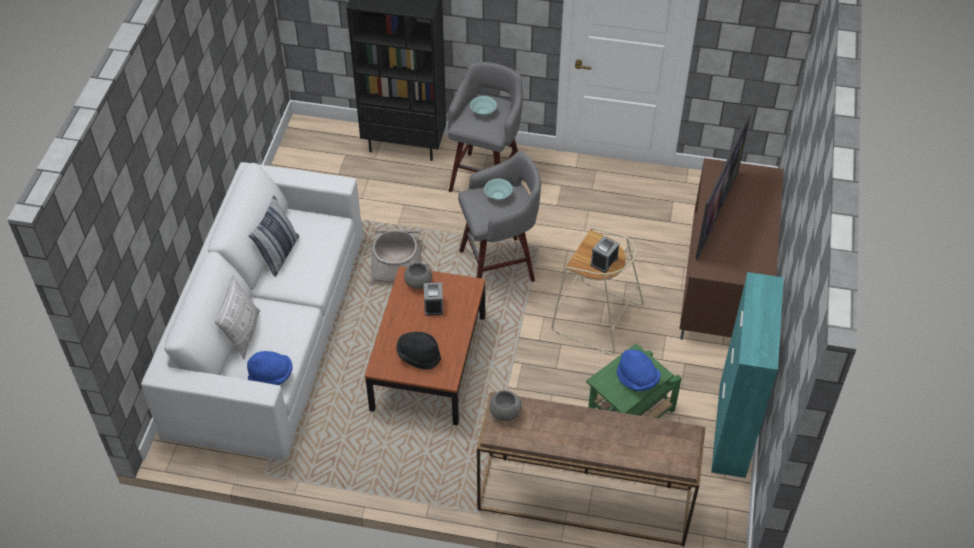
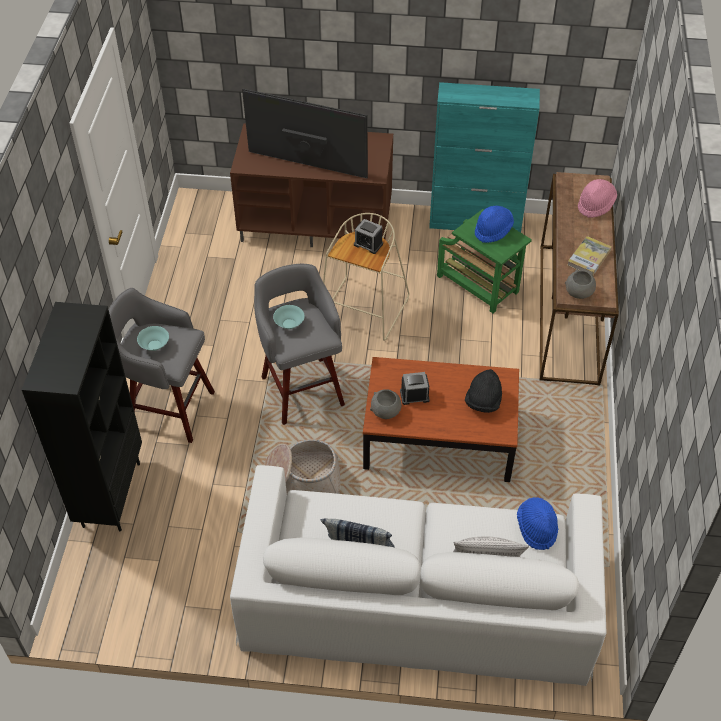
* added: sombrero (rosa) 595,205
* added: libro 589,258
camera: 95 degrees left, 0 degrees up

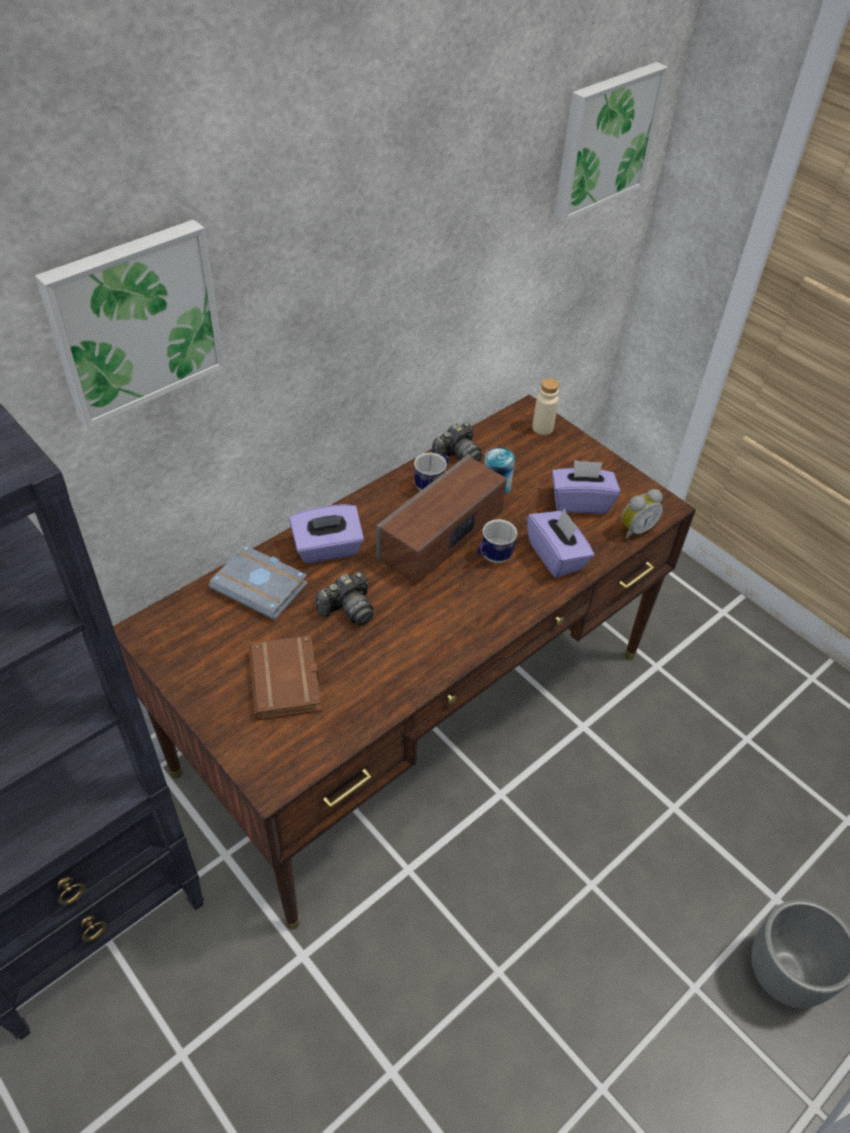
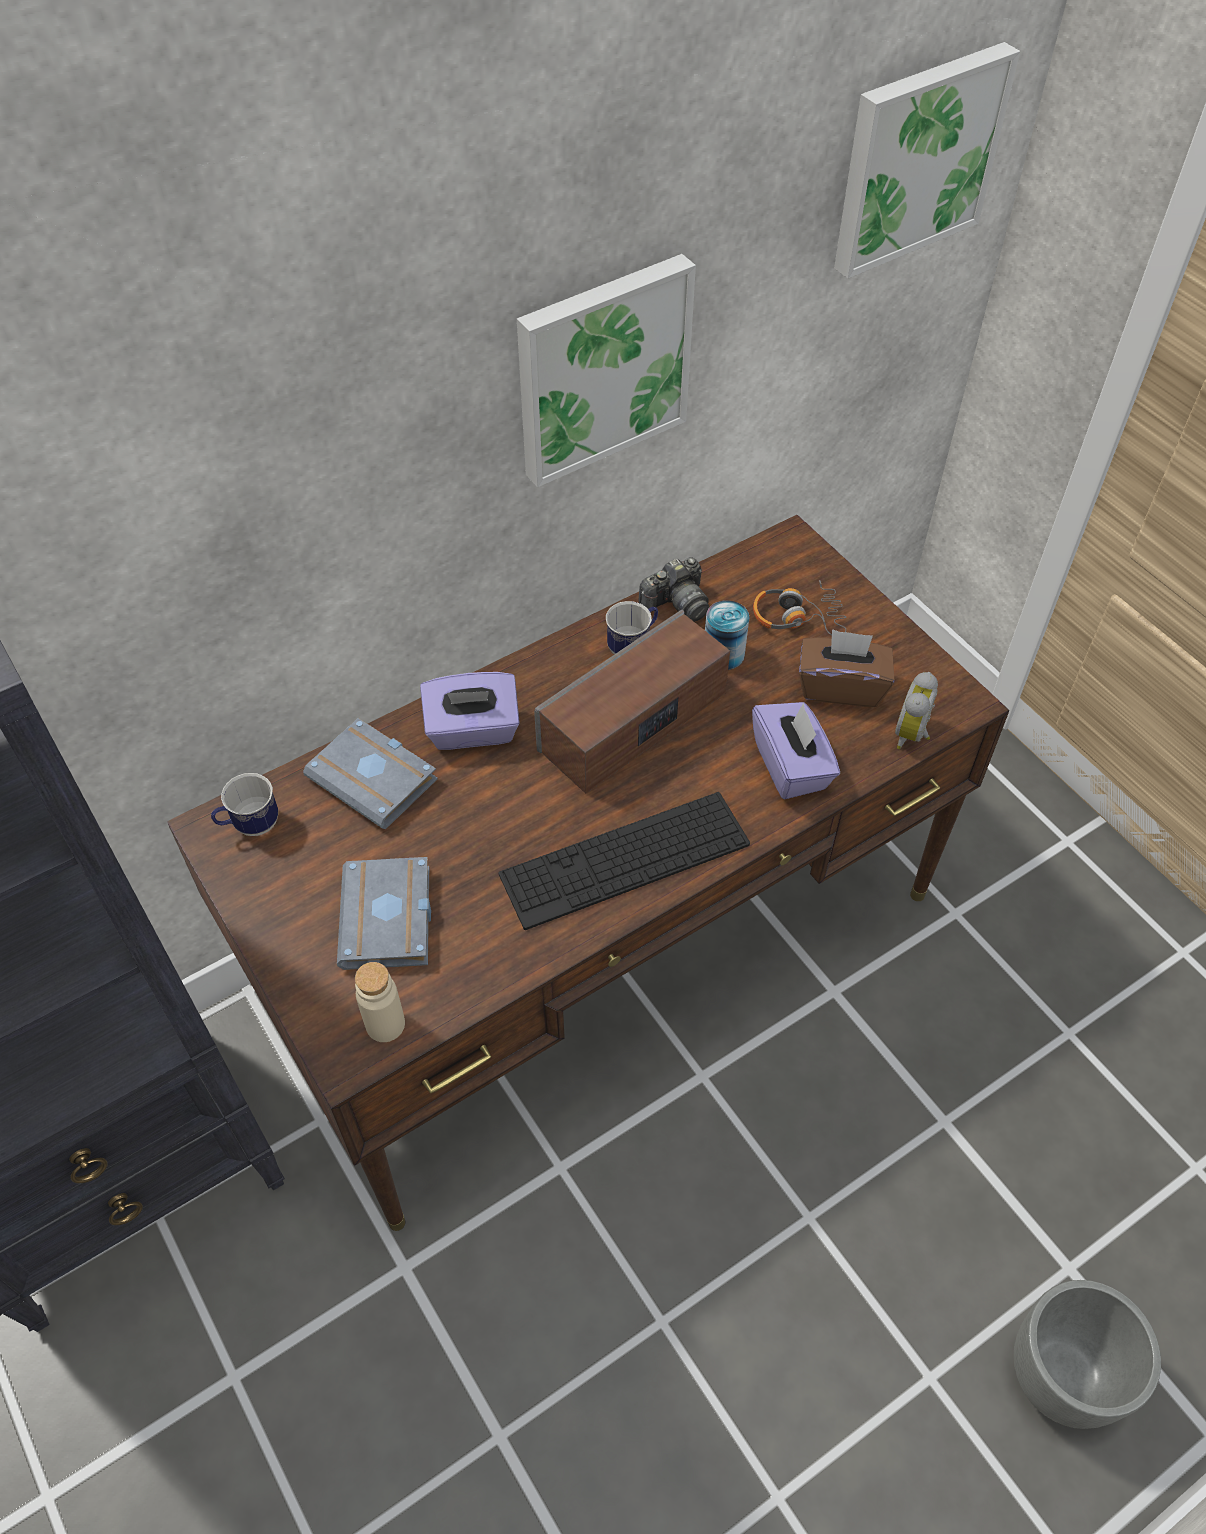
* moved: cuadro 134,321 to 601,367
* moved: botella (beis) 542,428 to 385,1024
* recoloured: caja de pañuelos (morado) 580,502 to caja de pañuelos (marrón) 841,687
* turned: despertador 635,529 = 913,734 135 degrees clockwise
* moved: taza grande 492,558 to 250,826
* removed: cámara 348,609
* recoloured: libro (marrón) 288,683 to libro (gris) 390,920
* added: auriculares 797,617
* added: teclado 625,859
camera: 10 degrees right, 5 degrees up

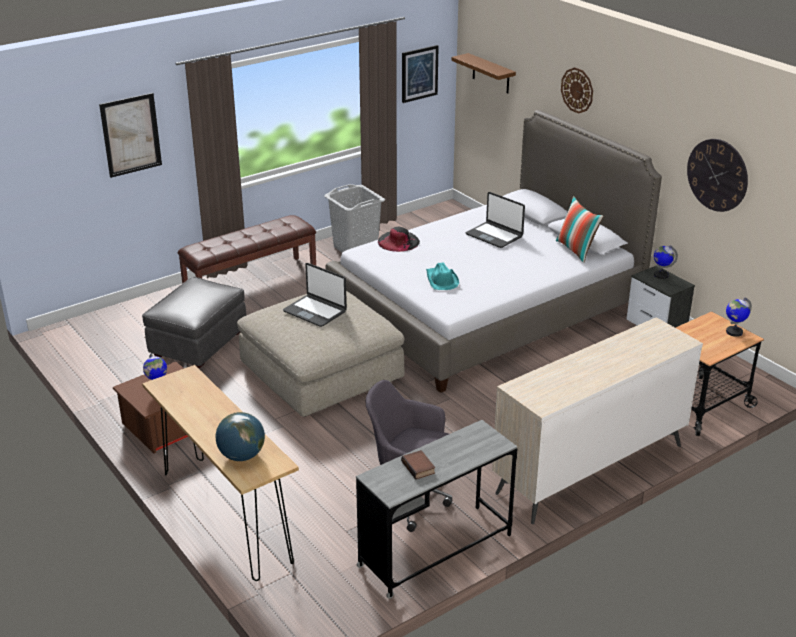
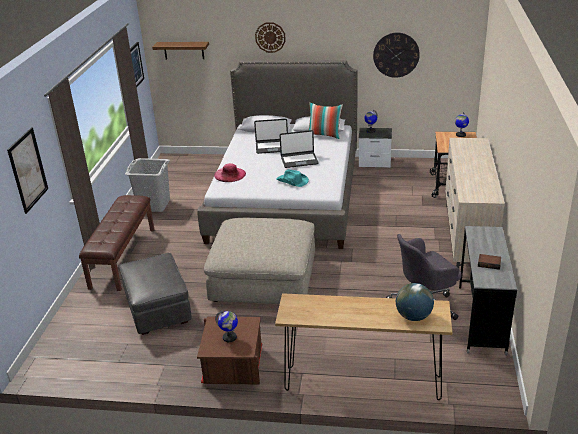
* recoloured: sombrero (negro) 398,241 to sombrero (rosa) 230,174
* moved: portátil 315,311 to 299,160
camera: 45 degrees left, 0 degrees up

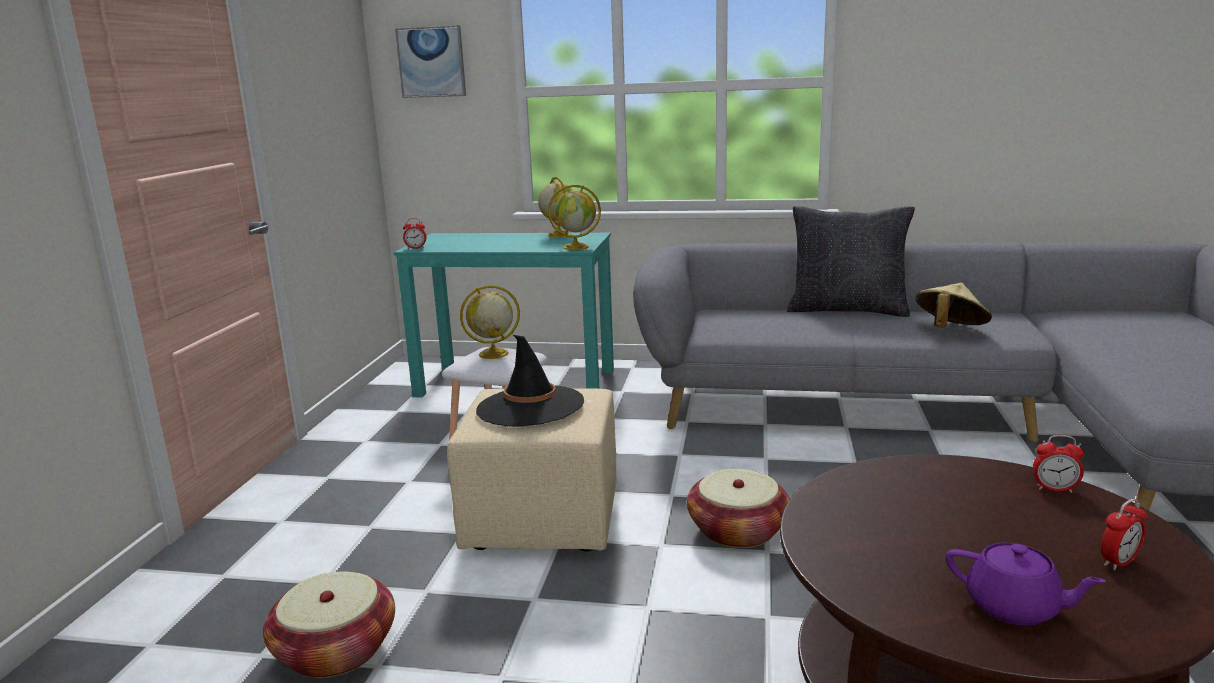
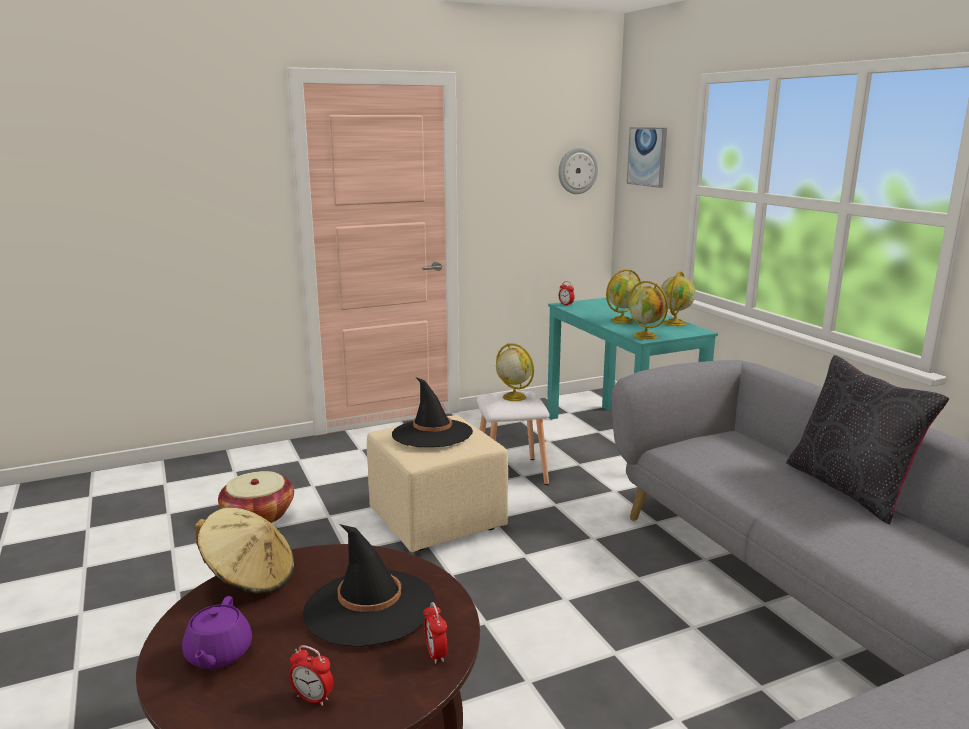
* moved: sombrero (beis) 949,330 to 249,577
* removed: cesta 737,531
* added: reloj de pared 577,170
* added: globo terráqueo 622,320
* added: sombrero (negro) 369,607
camera: 55 degrees right, 0 degrees up

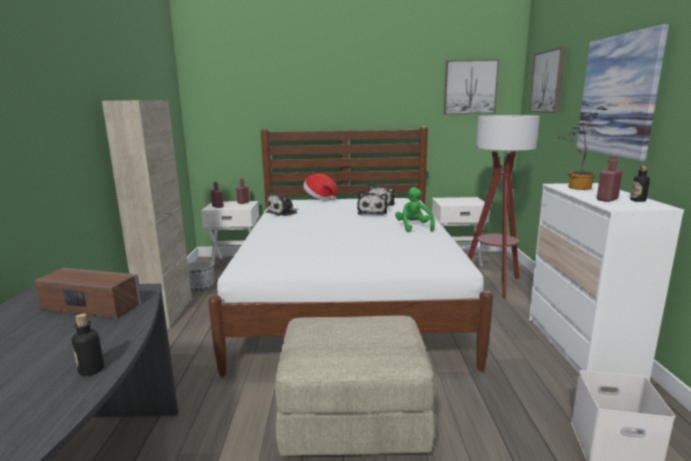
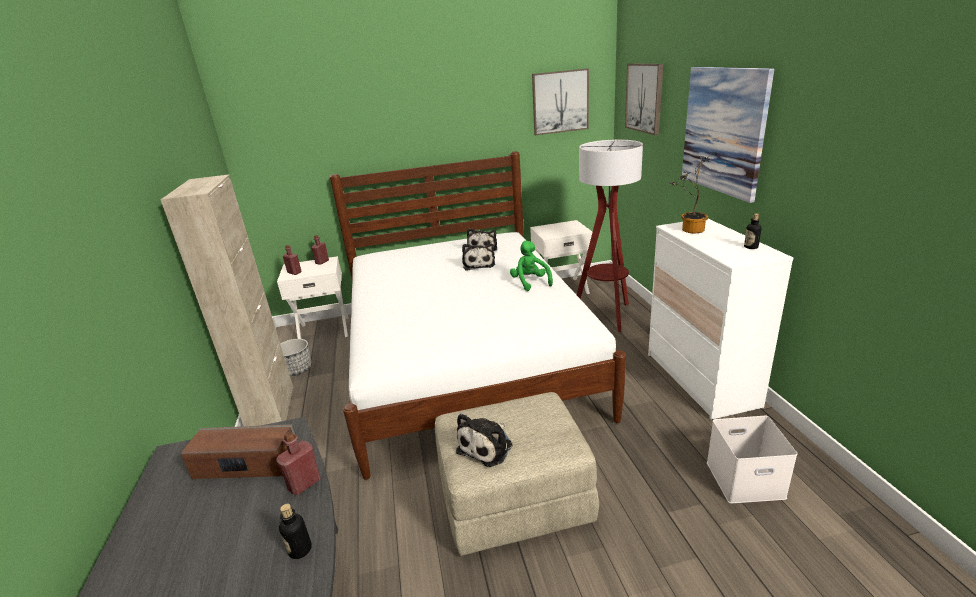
* moved: botella (rojo) 607,199 to 304,484
* removed: sombrero 320,198
* moved: peluche 283,213 to 487,446
camera: 10 degrees left, 10 degrees up

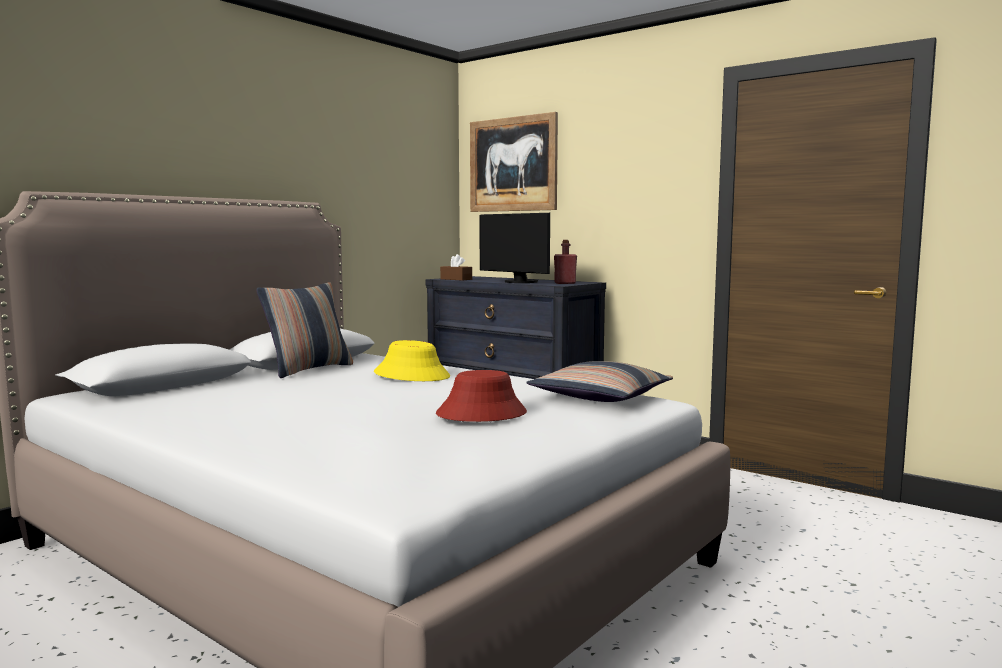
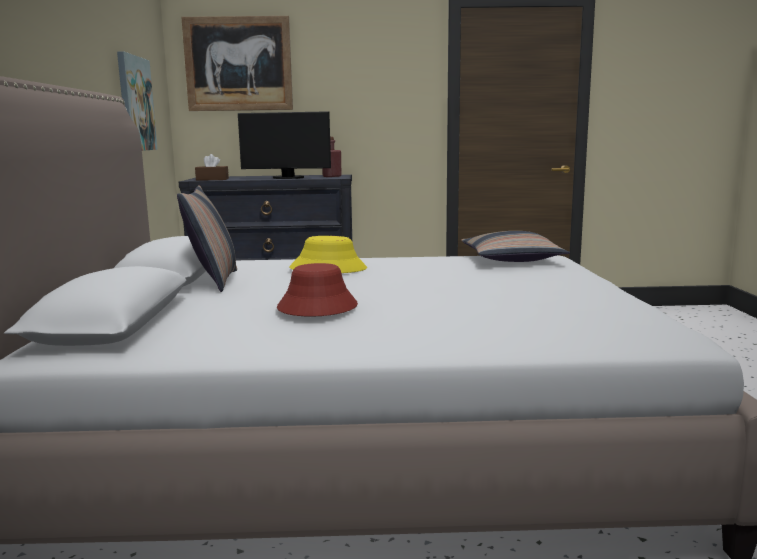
* moved: sombrero (rojo) 481,414 to 317,307
* added: cuadro 135,104
camera: 40 degrees left, 5 degrees up

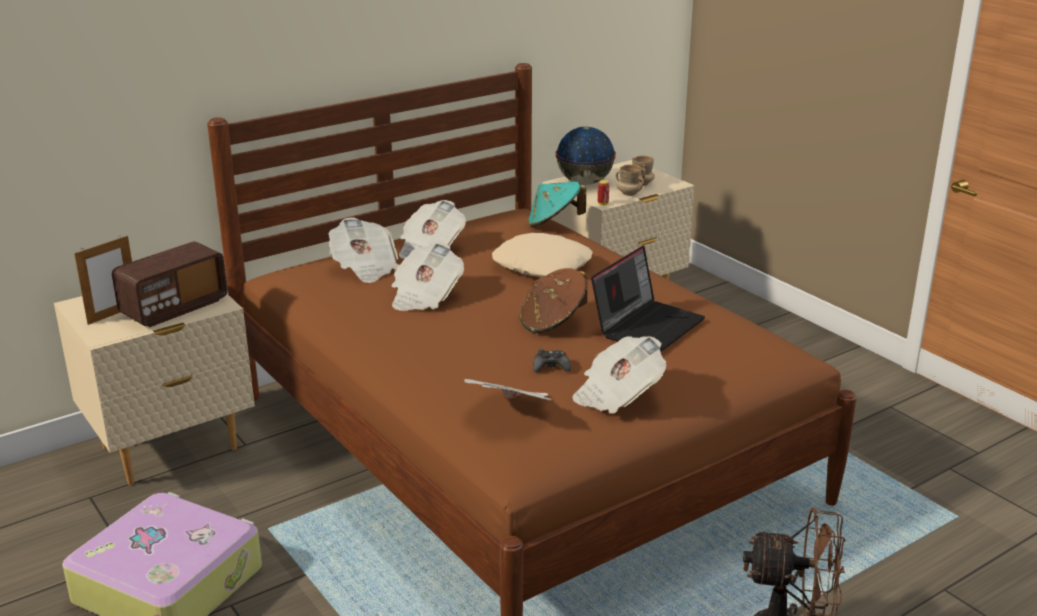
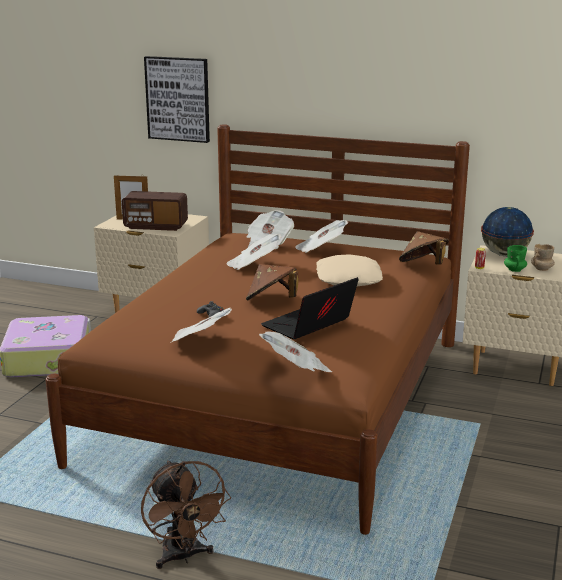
* recoloured: taza grande (beis) 629,193 to taza grande (verde) 514,270
* recoloured: sombrero (turquesa) 554,223 to sombrero (marrón) 423,266
* turned: portátil 647,326 = 308,325 135 degrees clockwise
* moved: periódico 512,411 to 296,369
* added: cuadro 178,99
camera: 55 degrees right, 5 degrees down

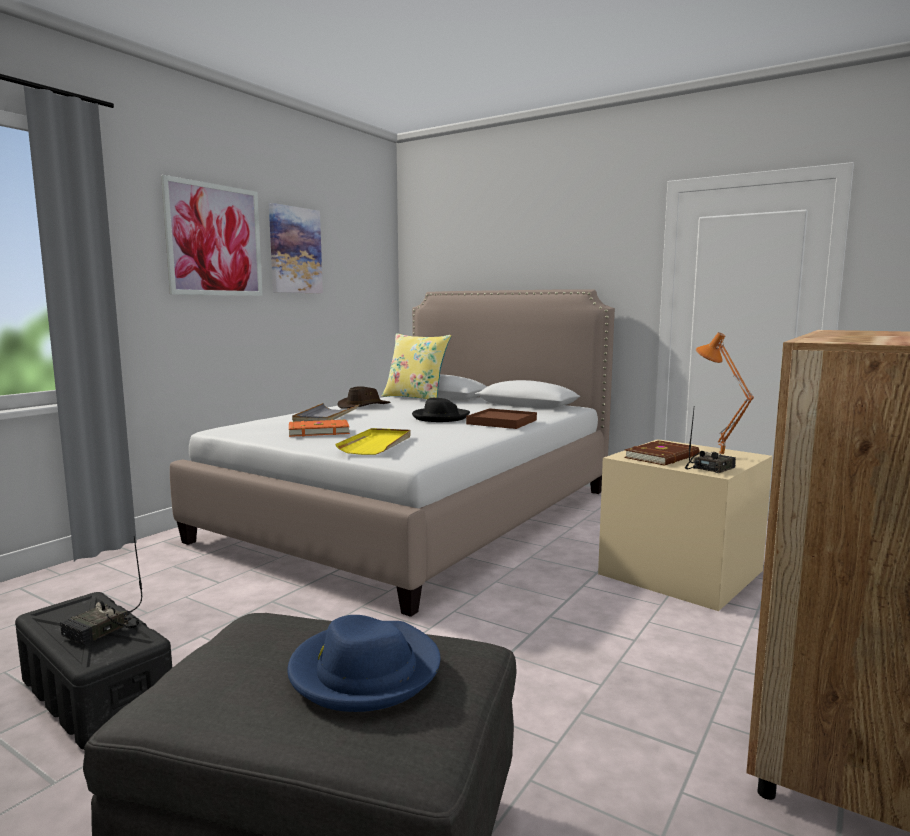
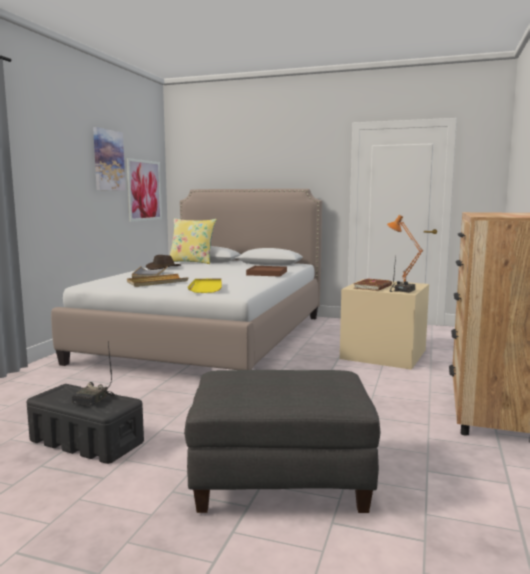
* moved: cuadro 214,240 to 144,190
* removed: sombrero (negro) 440,417
* replaced: libro (naranja) 318,431 to bandeja (beis) 157,282
* removed: sombrero (azul) 365,670
camera: 15 degrees left, 0 degrees up

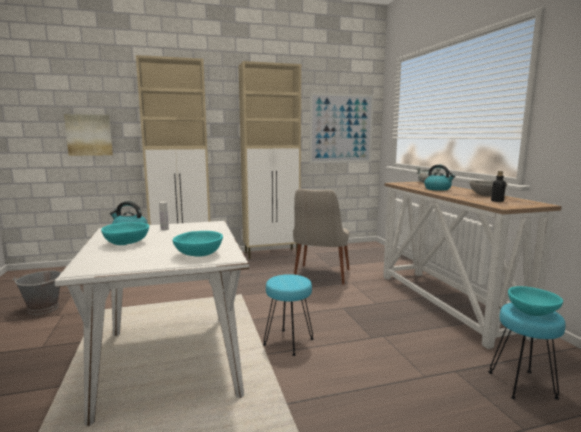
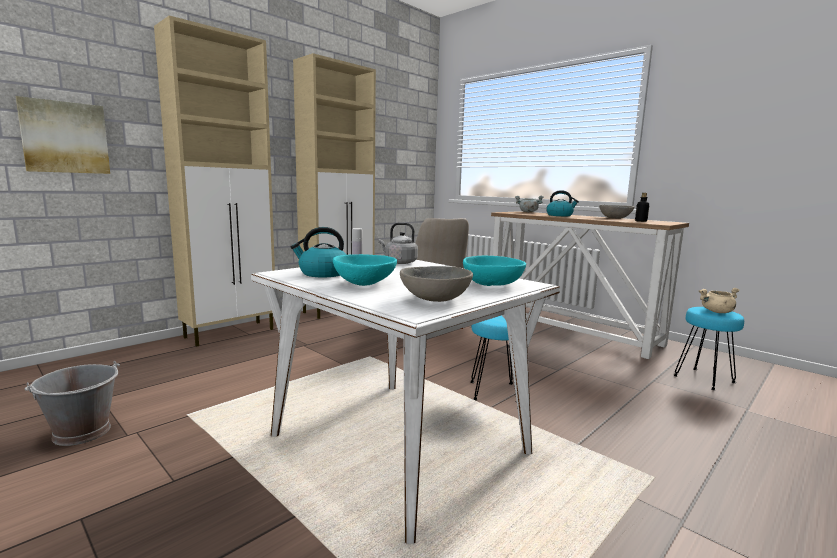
* removed: cuadro 341,128
* replaced: cuenco (turquesa) 532,312 to olla (beis) 717,312
* added: hervidor (gris) 399,262
* added: cuenco (gris) 435,299
camera: 30 degrees left, 0 degrees up

